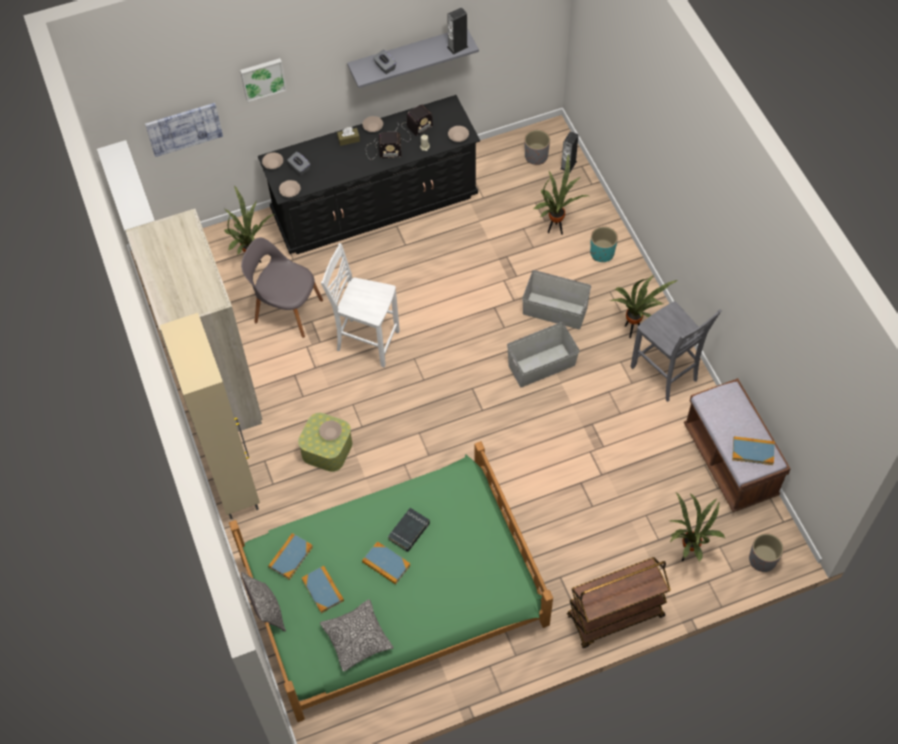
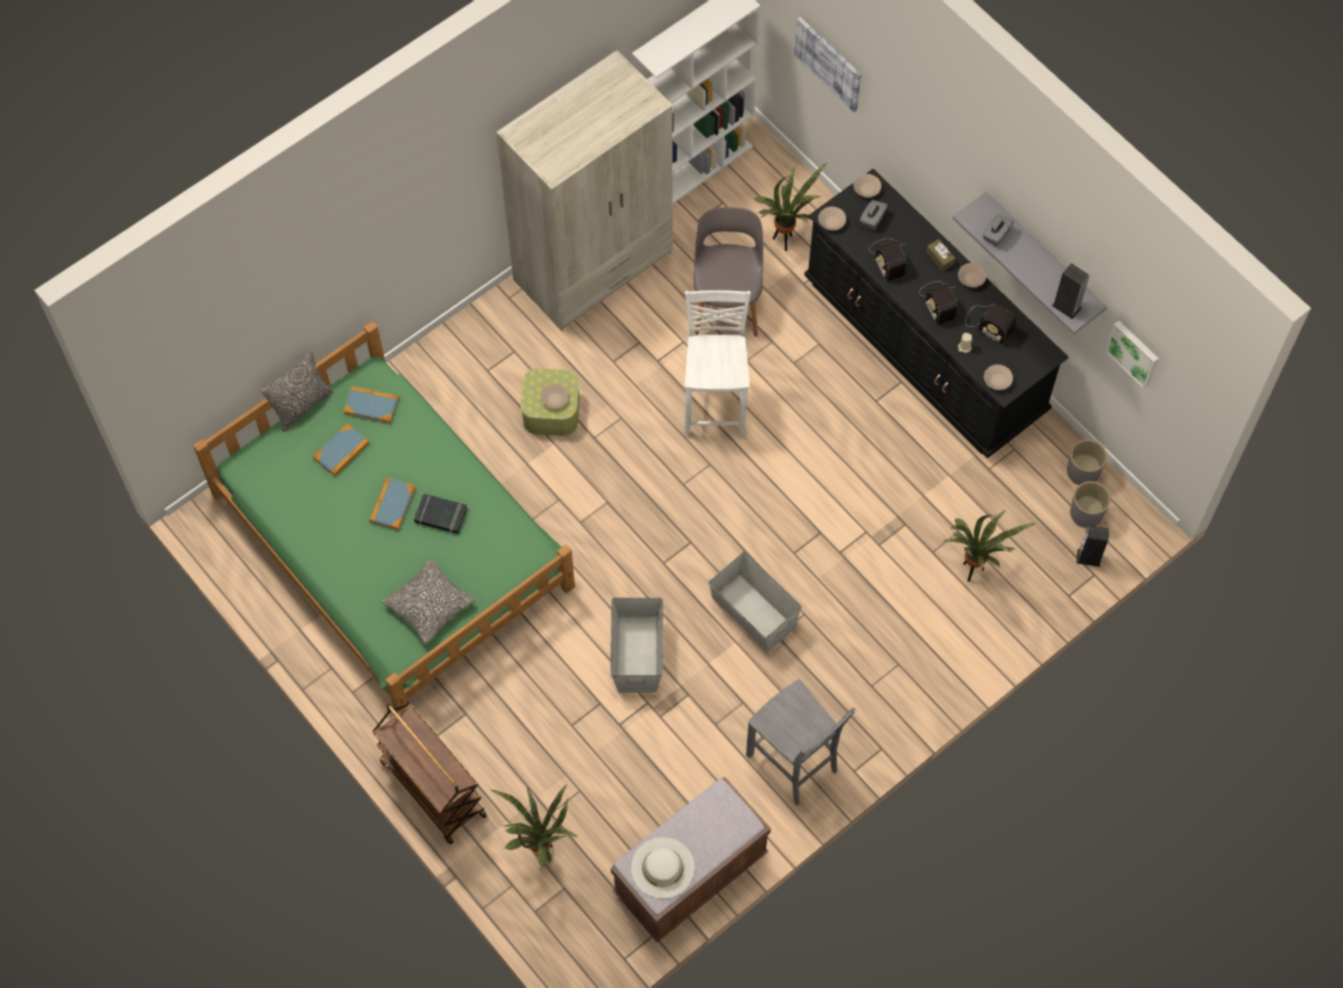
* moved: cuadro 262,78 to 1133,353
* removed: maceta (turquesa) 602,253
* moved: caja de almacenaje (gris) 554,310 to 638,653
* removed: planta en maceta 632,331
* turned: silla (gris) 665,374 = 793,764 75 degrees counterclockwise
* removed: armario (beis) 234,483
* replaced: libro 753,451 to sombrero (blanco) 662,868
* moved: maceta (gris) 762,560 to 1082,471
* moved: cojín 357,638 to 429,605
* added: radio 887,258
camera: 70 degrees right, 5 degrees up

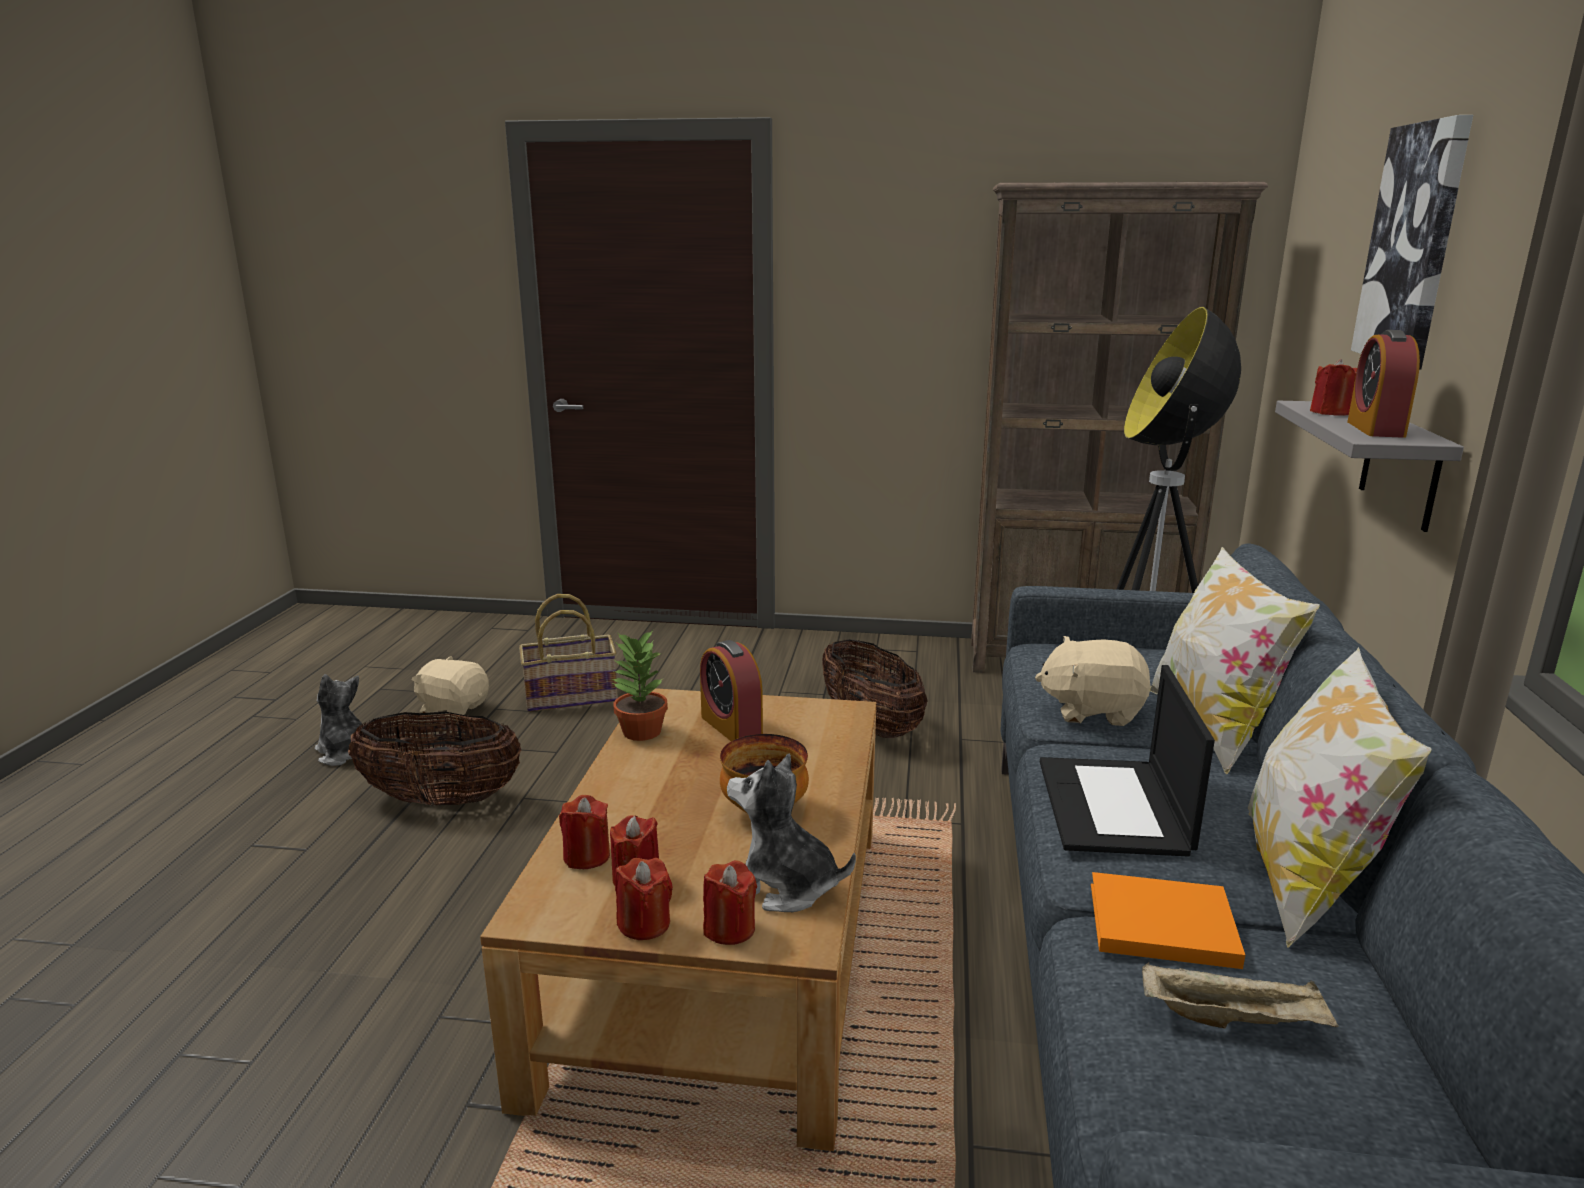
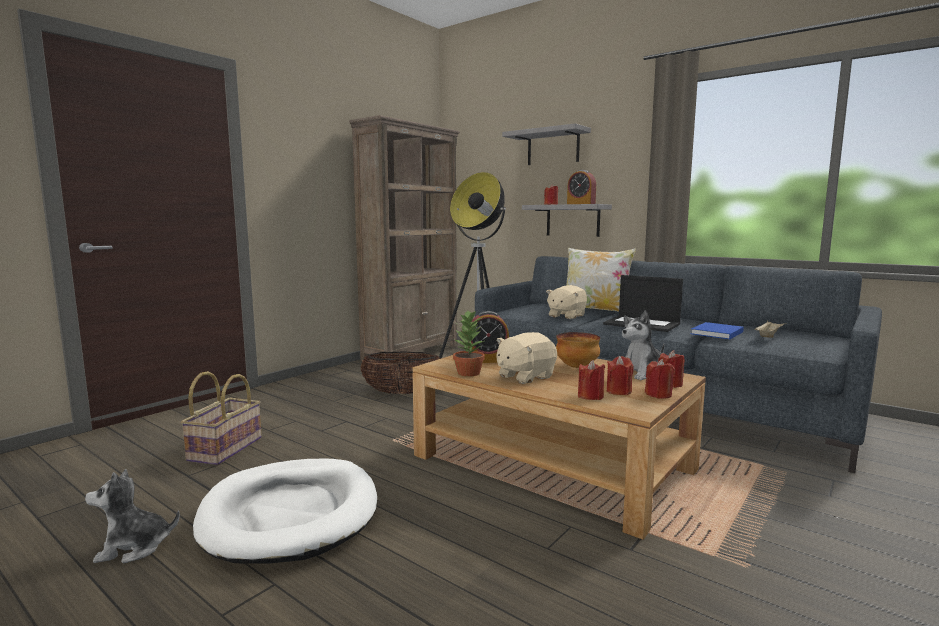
* replaced: cuadro 1413,245 to estante (gris) 553,147
* removed: cojín 1306,880
* moved: peluche (beis) 453,709 to 524,376
* replaced: cesta 442,800 to cama para perro (blanco) 290,514
* recoloured: libro (naranja) 1157,924 to libro (azul) 716,333
camera: 60 degrees left, 10 degrees down

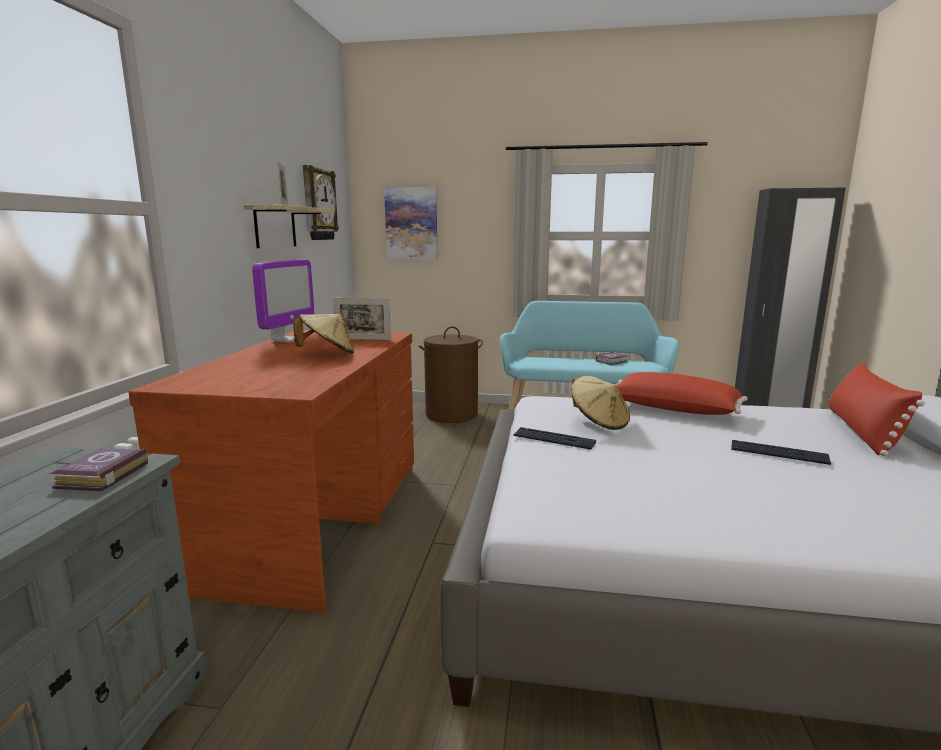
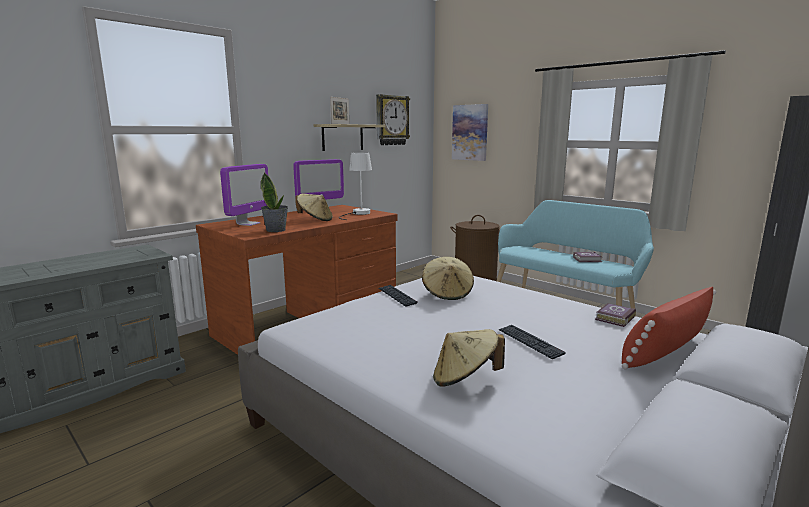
* replaced: portarretratos 363,339 to lámpara de mesa (blanco) 358,214
* removed: cojín (rojo) 672,410
* moved: libro 100,476 to 614,318
* added: monitor 248,224
* added: planta en maceta 276,230
* added: sombrero (beis) 465,379
camera: 35 degrees right, 0 degrees up

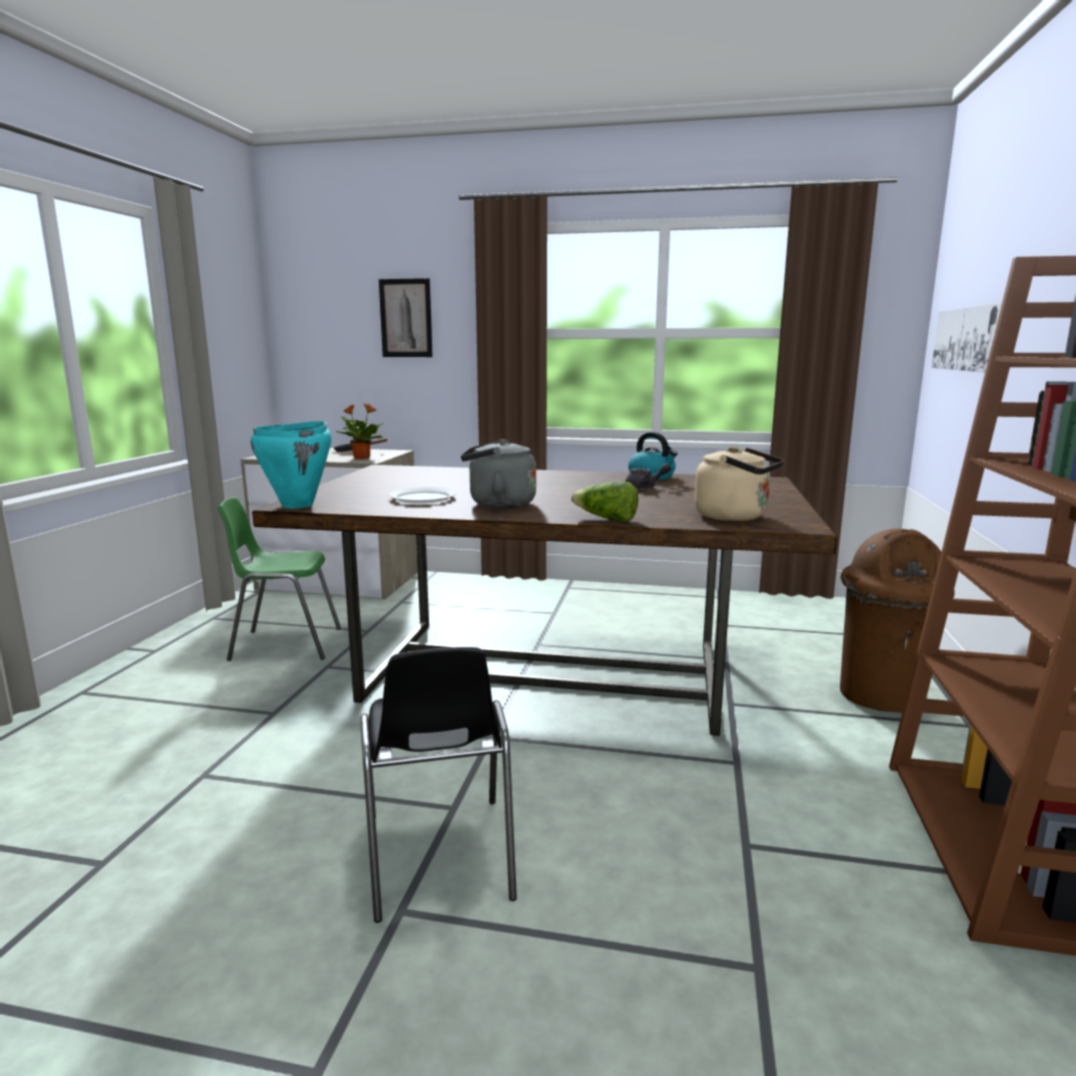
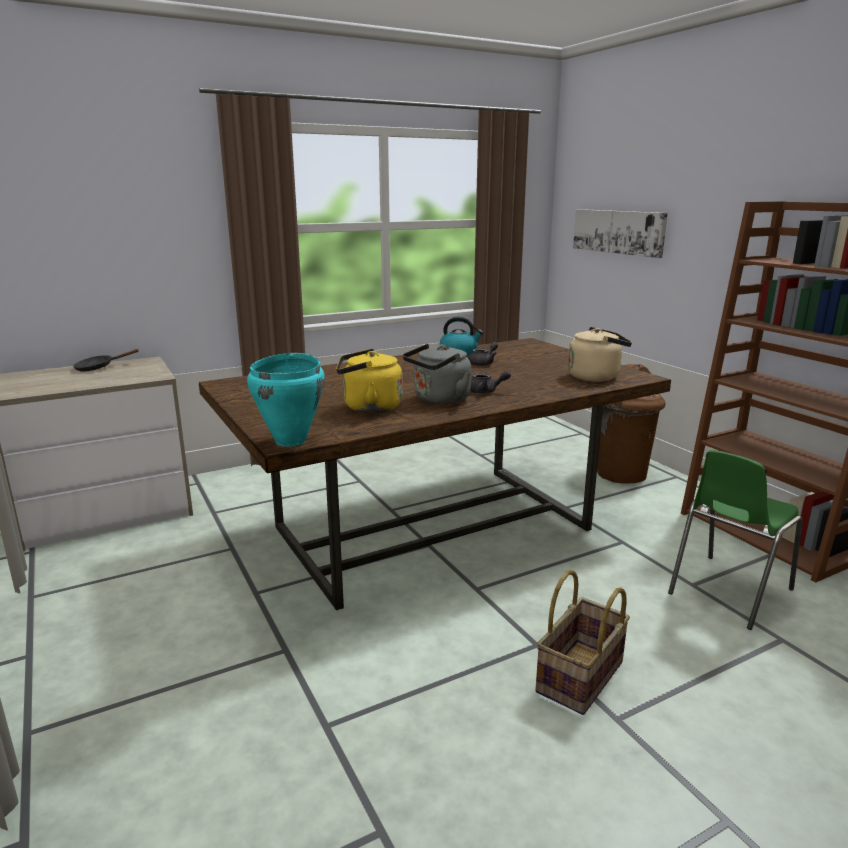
* removed: cuadro 406,318
* removed: planta en maceta 361,457
* removed: lechuga 606,519
* replaced: plato (blanco) 423,498 to hervidor (amarillo) 368,407
* moved: silla (verde) 285,644 to 728,591
* replaced: silla (negro) 438,857 to cesta 581,677
* added: tetera (gris) 486,391
camera: 40 degrees left, 5 degrees up

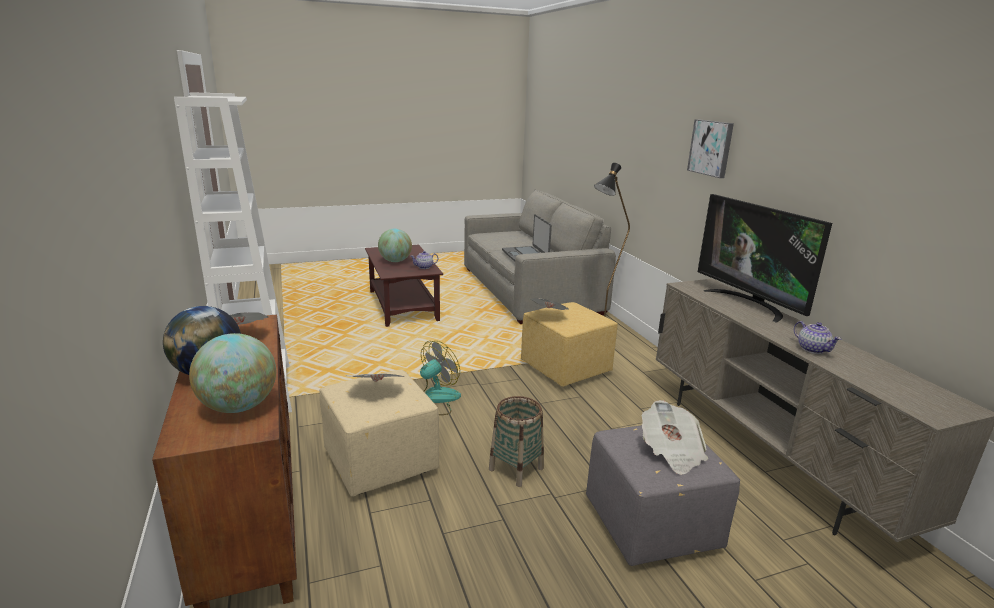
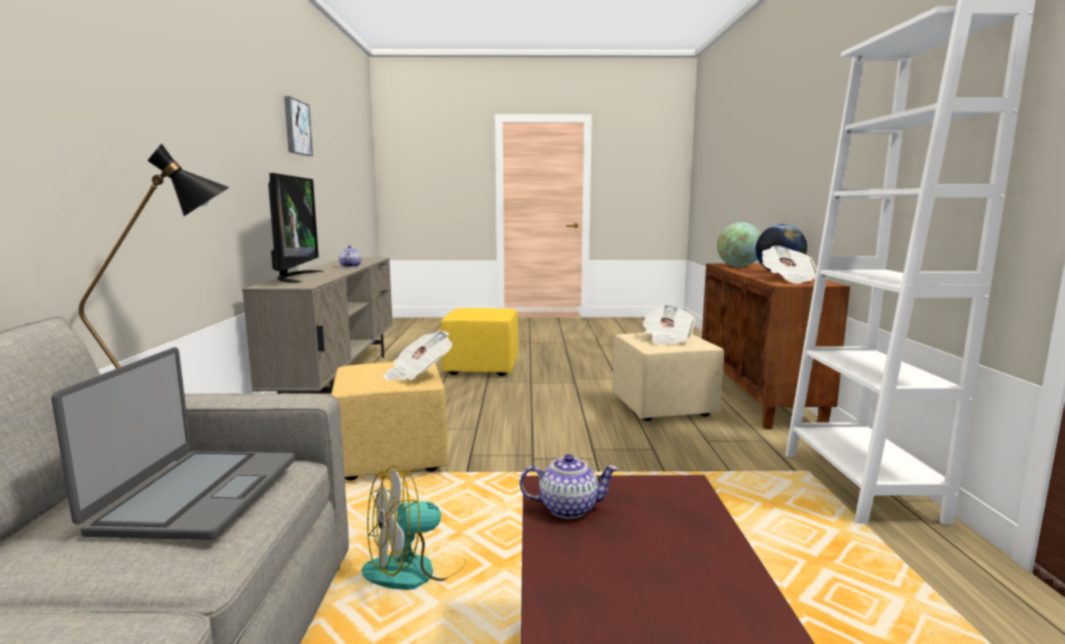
* moved: cuadro 711,148 to 296,127
* removed: globo terráqueo 395,261
* moved: ventilador 435,399 to 415,569
* removed: cesta 516,469
* removed: periódico 671,452
* recoloured: puf (gris) 651,527 to puf (amarillo) 482,368
camera: 160 degrees left, 10 degrees down

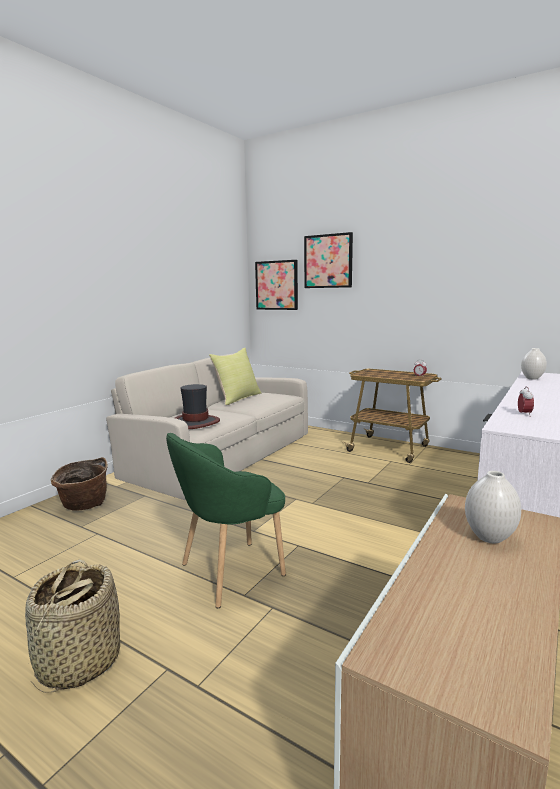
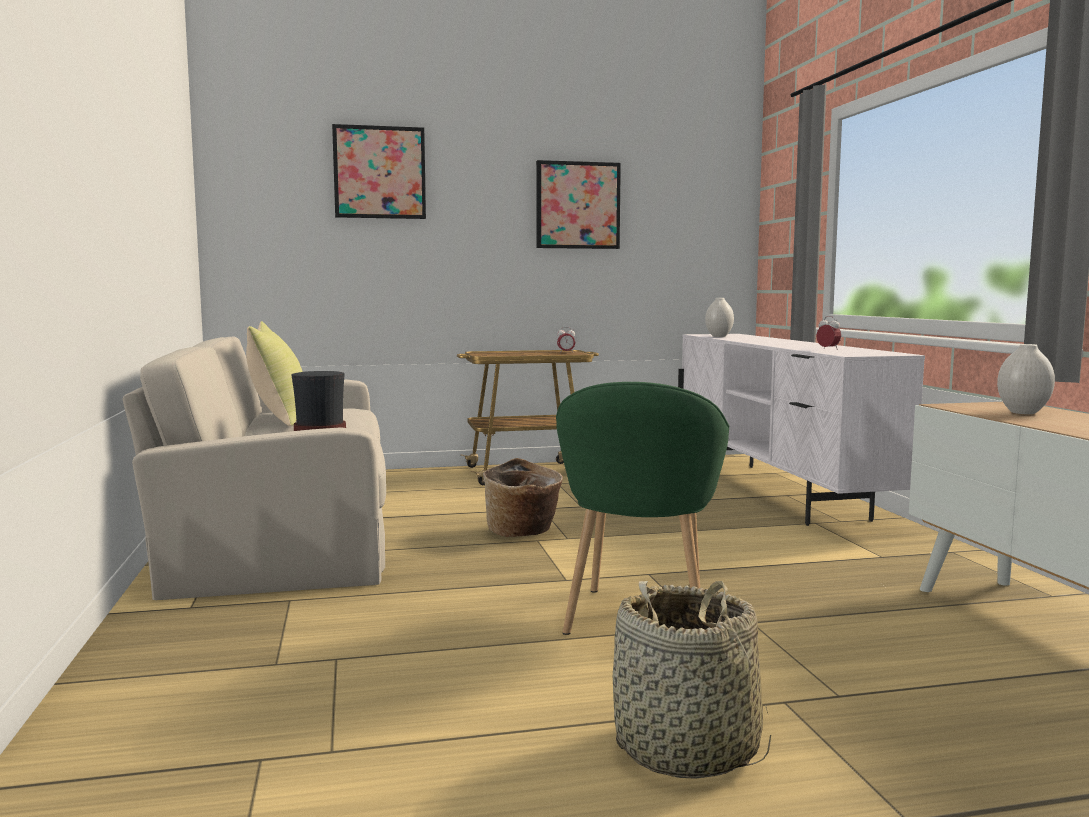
* moved: cuadro 277,285 to 577,205
* moved: cesta 83,505 to 523,533
camera: 45 degrees left, 5 degrees down

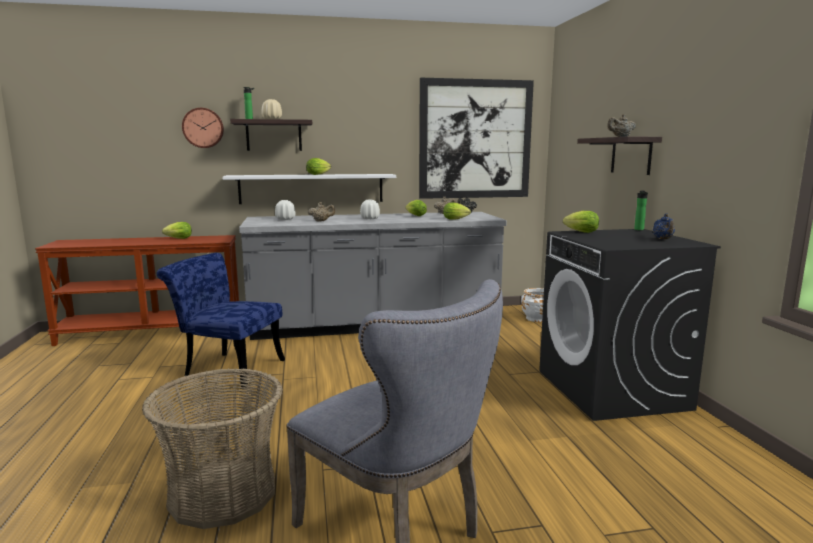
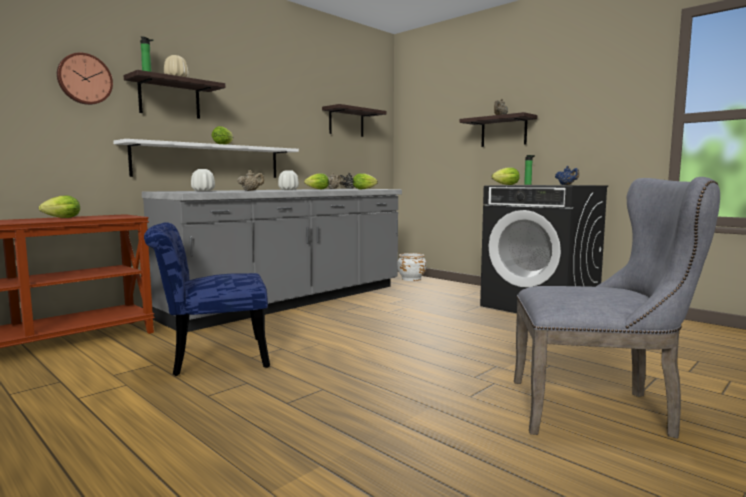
* replaced: cuadro 475,139 to estante 346,122
* removed: cesta 223,493
camera: 35 degrees left, 5 degrees down

